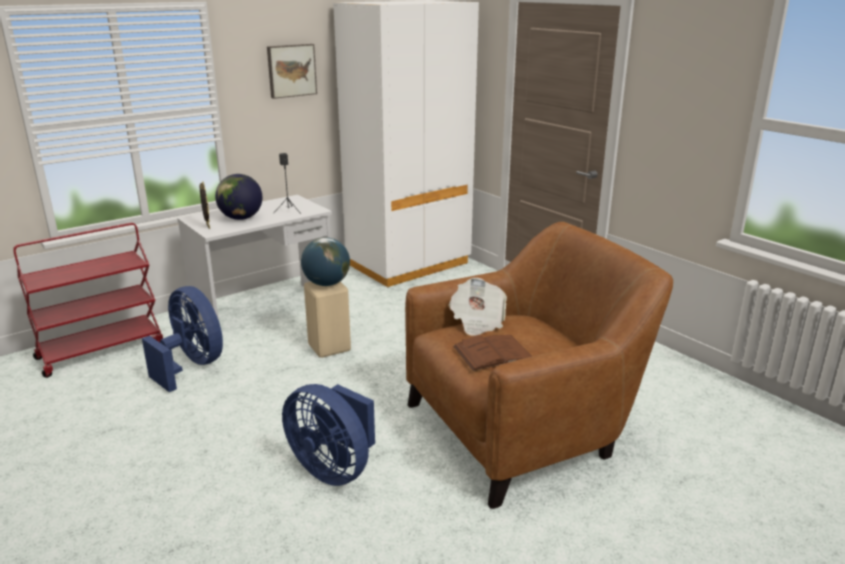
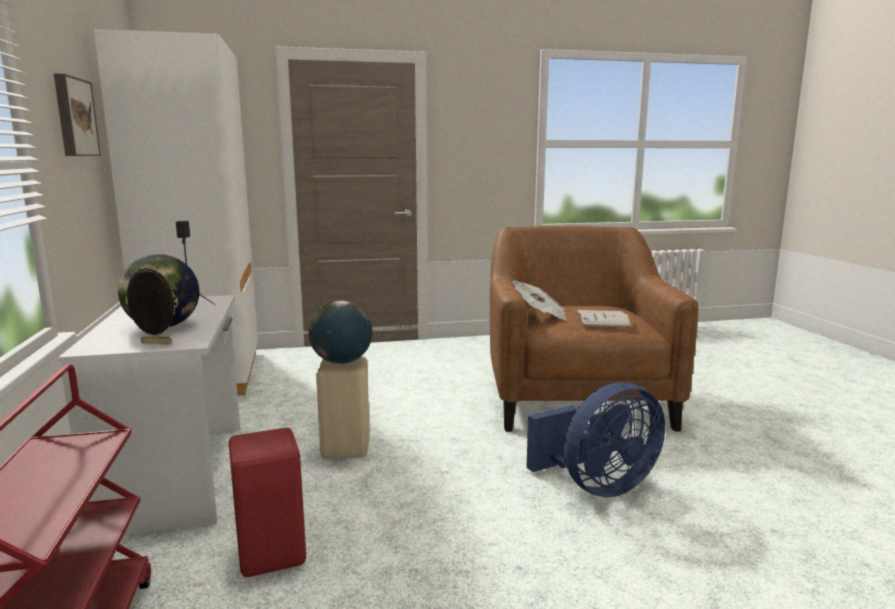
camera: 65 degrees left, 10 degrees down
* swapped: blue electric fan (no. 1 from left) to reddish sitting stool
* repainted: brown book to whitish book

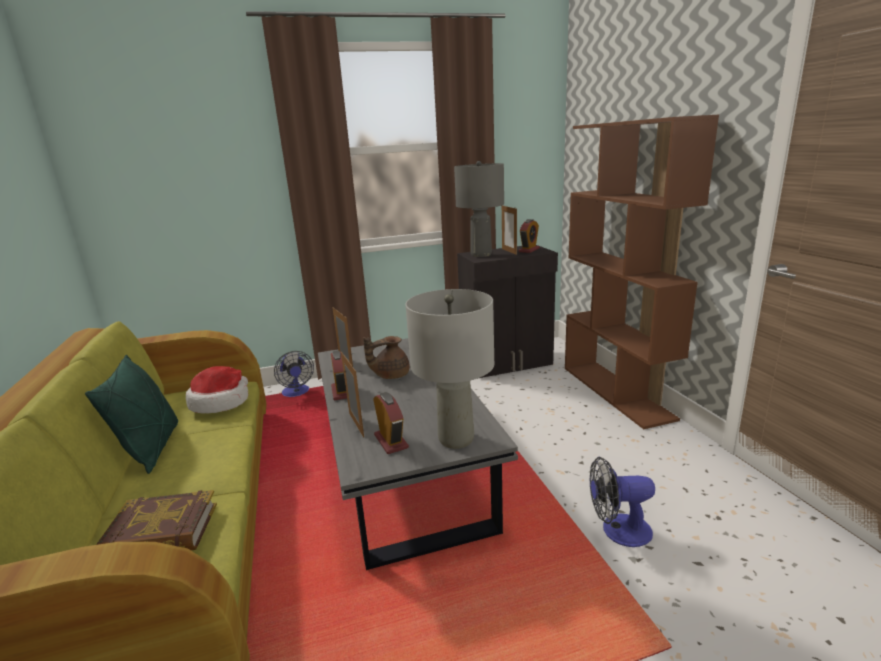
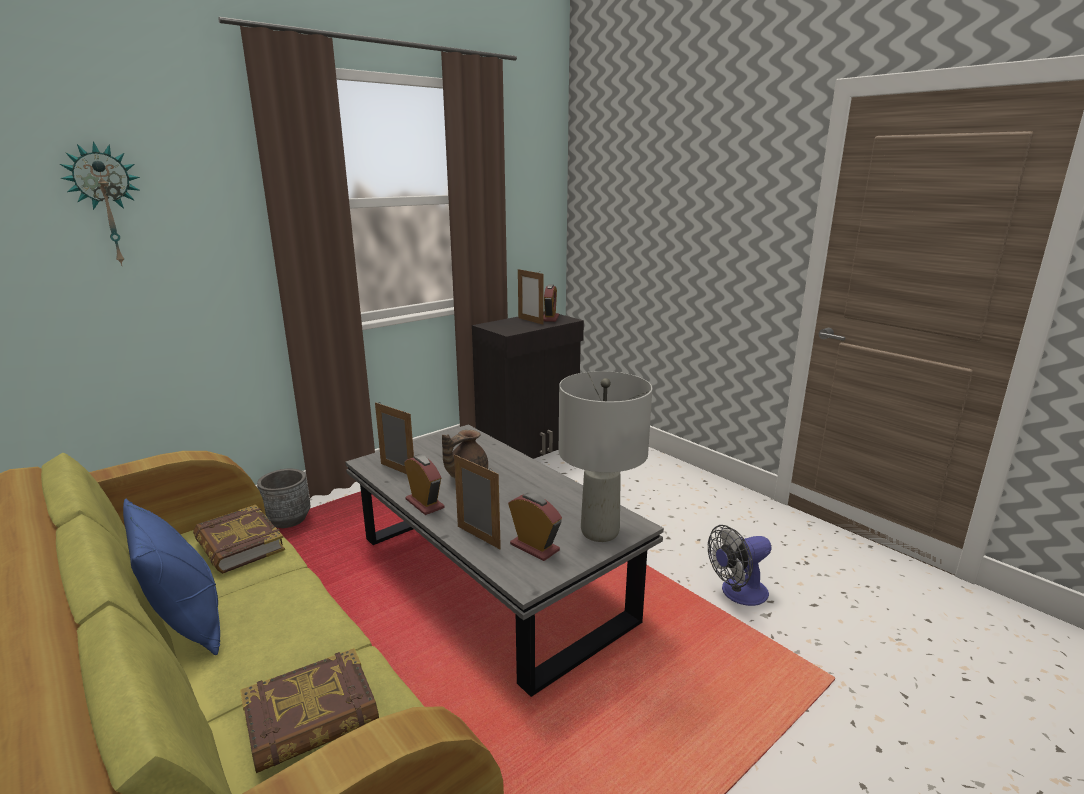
camera: 25 degrees left, 0 degrees up
* repainted: green-coloured throw pillow to blue throw pillow
* swapped: wearable hat to book (no. 1 from left)
* swapped: electric fan (no. 1 from left) to gray flower pot
* gone: gray tabletop lamp (no. 2 from left)
* gone: brown shelving unit
* new: clock on the wall

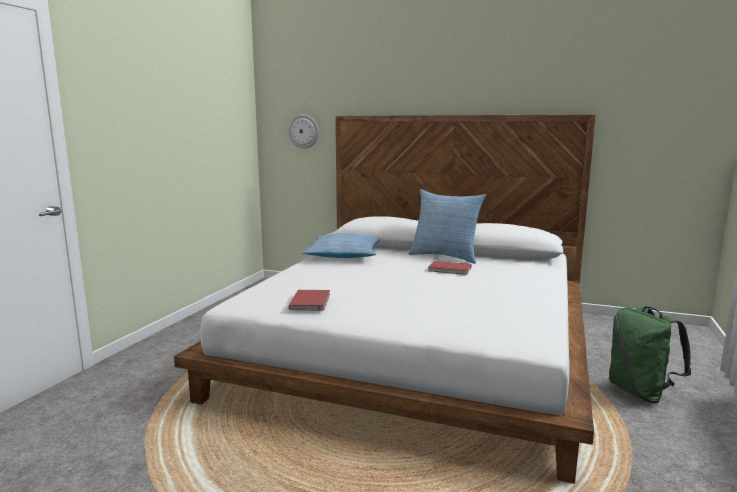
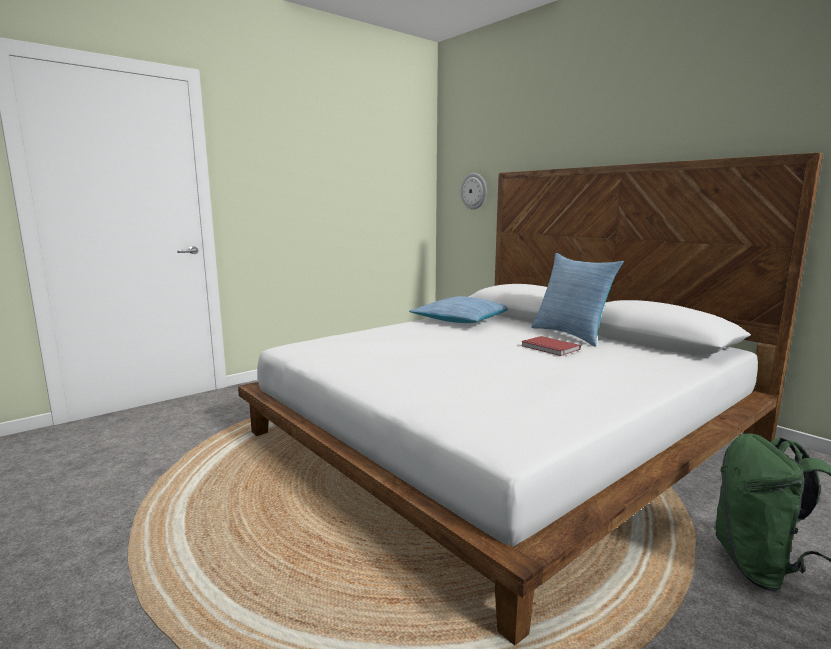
camera: 30 degrees right, 0 degrees up
* gone: reddish book (no. 1 from left)

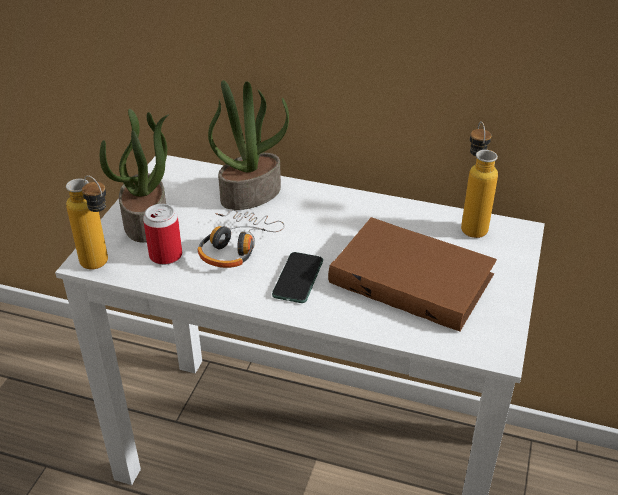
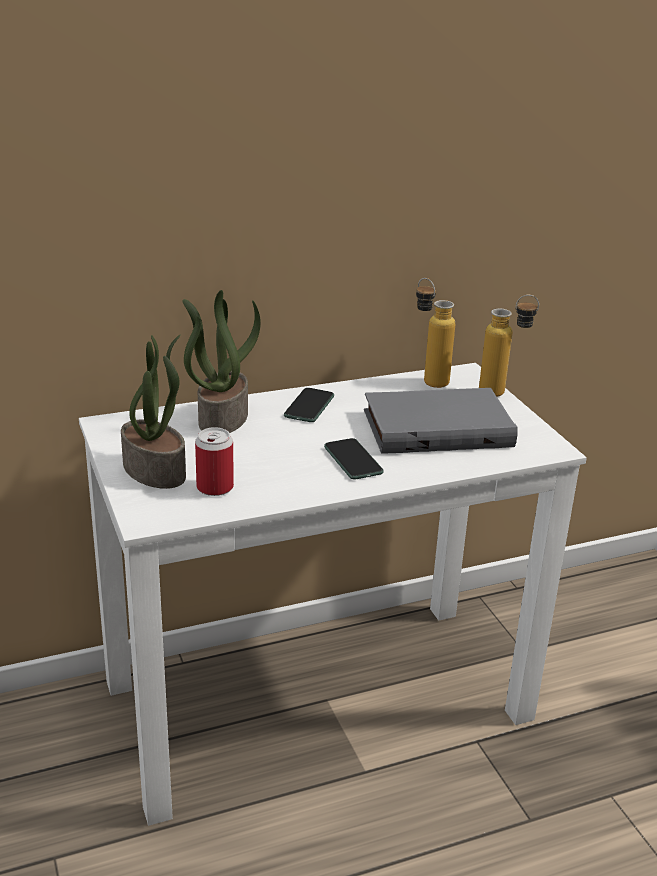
camera: 40 degrees left, 10 degrees down
* shifted: drink bottle (no. 1 from left in the first image) to drink bottle (no. 2 from left)
* gone: pair of headphones
* repainted: brown book to gray book
* new: phone (no. 1 from left)

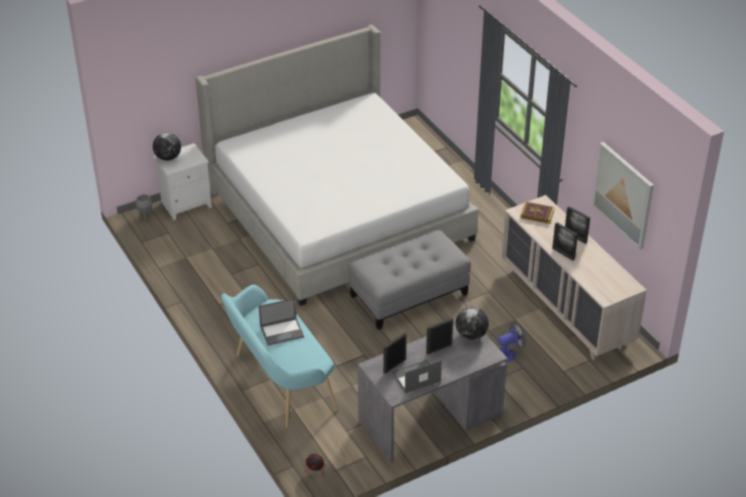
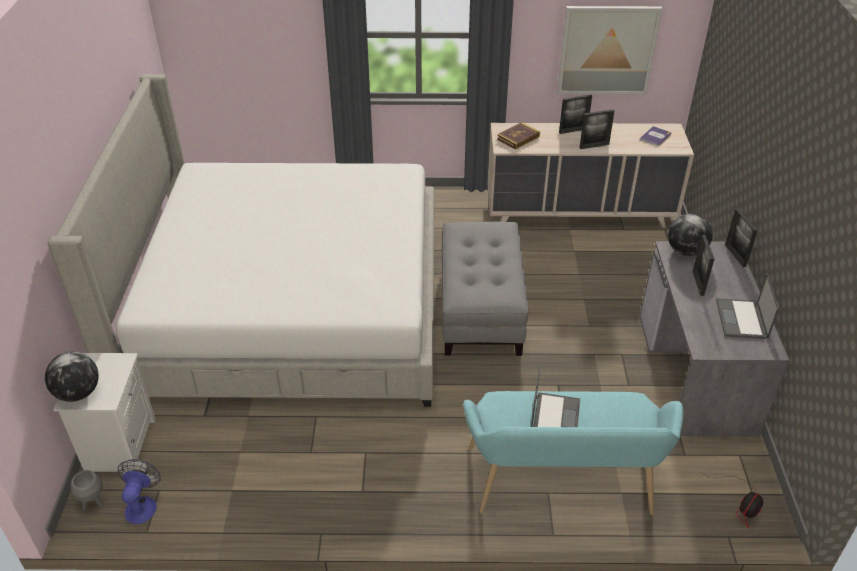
camera: 60 degrees left, 0 degrees up
* shifted: standing frame (no. 1 from left in the first image) to standing frame (no. 4 from left)
* shifted: electric fan (no. 2 from left in the first image) to electric fan (no. 1 from left)
* new: book (no. 2 from left)

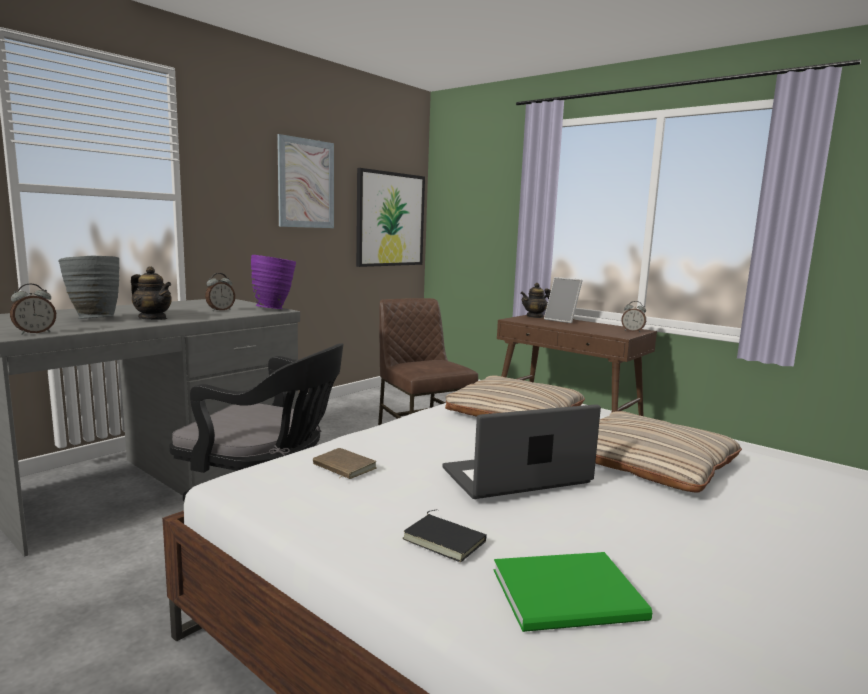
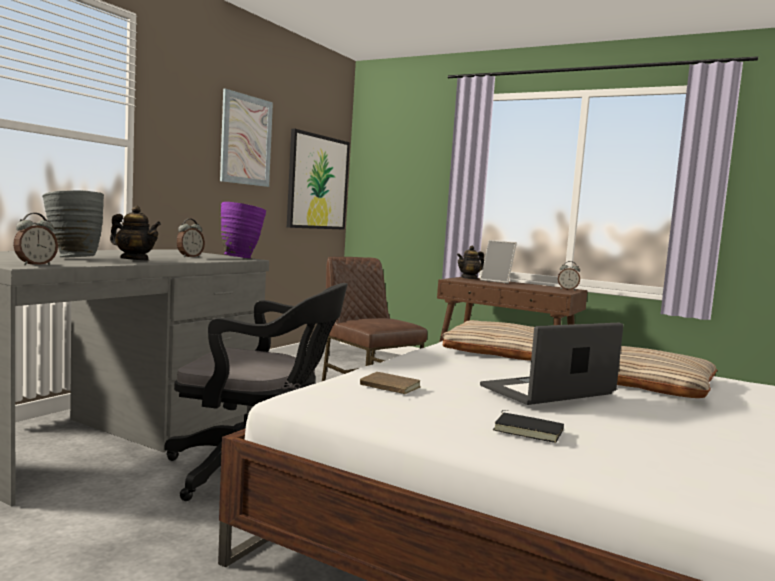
camera: 10 degrees left, 5 degrees down
* gone: green-coloured book

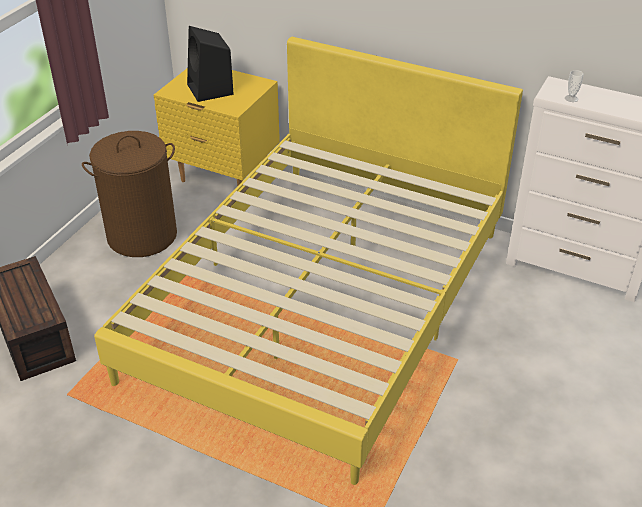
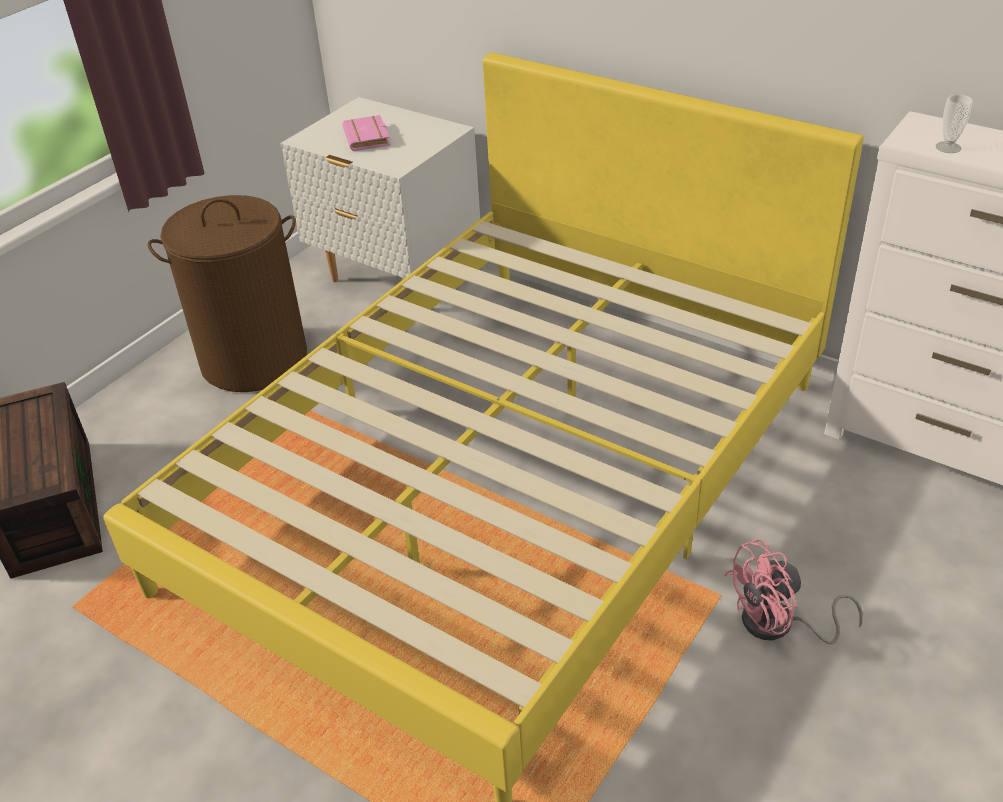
camera: 10 degrees right, 0 degrees up
* repainted: yellowish nightstand to whitish nightstand
* swapped: black-coloured speaker to pinkish book
* new: pinkish electric fan

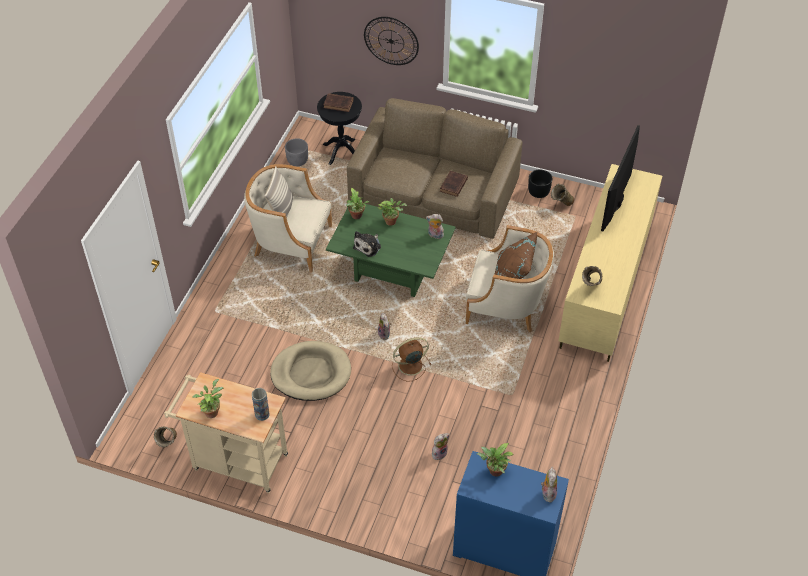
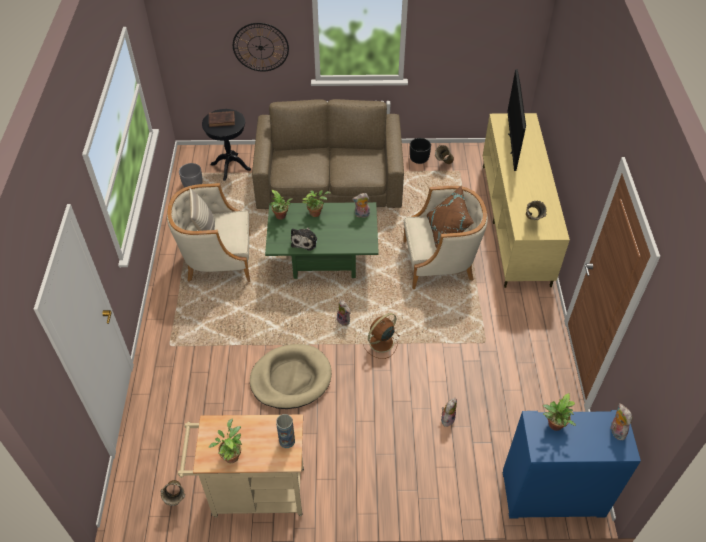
camera: 20 degrees left, 0 degrees up
* gone: brown book (no. 2 from left)

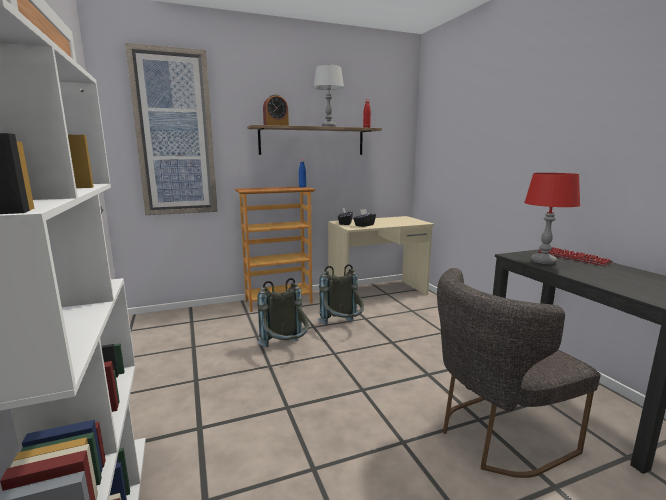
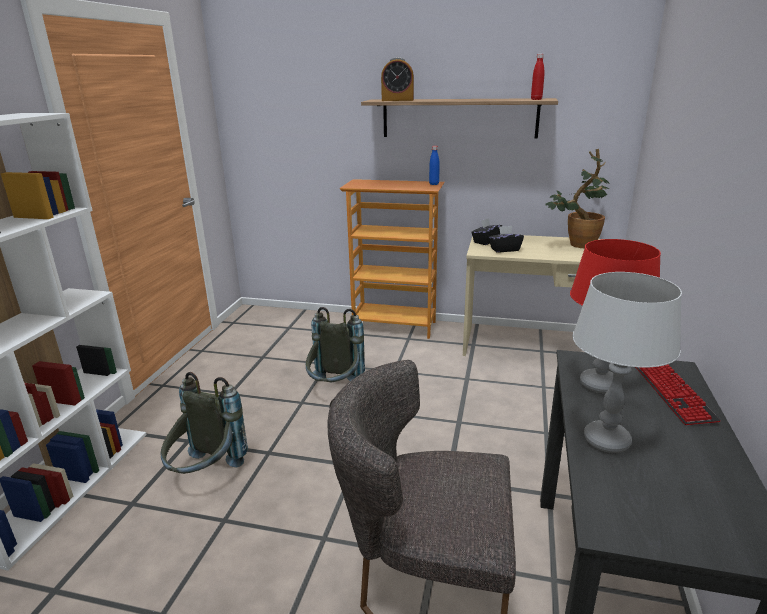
camera: 35 degrees right, 10 degrees up
* gone: wall picture
* shifted: gray tabletop lamp
* shifted: gray rucksack (no. 2 from left in the first image) to gray rucksack (no. 1 from left)
* new: plant in a pot

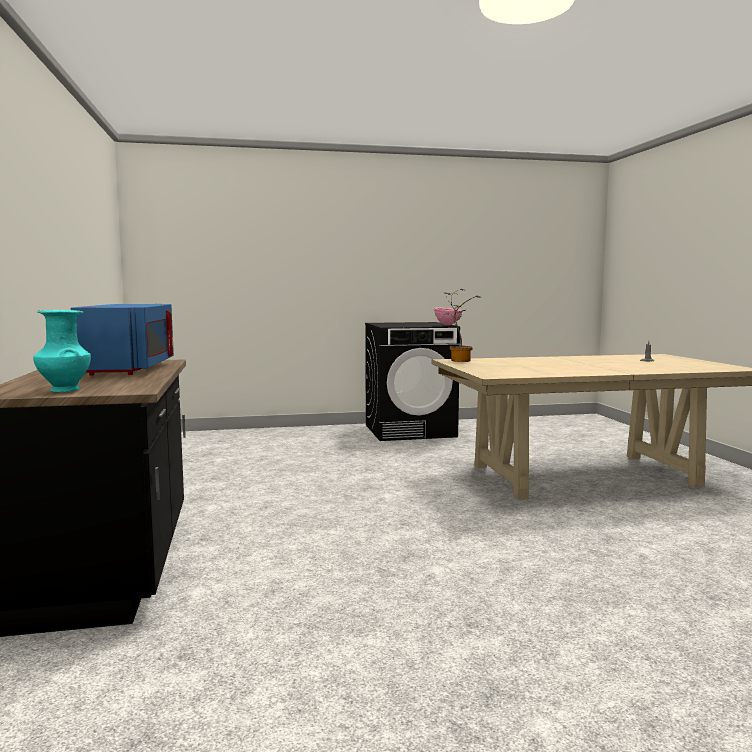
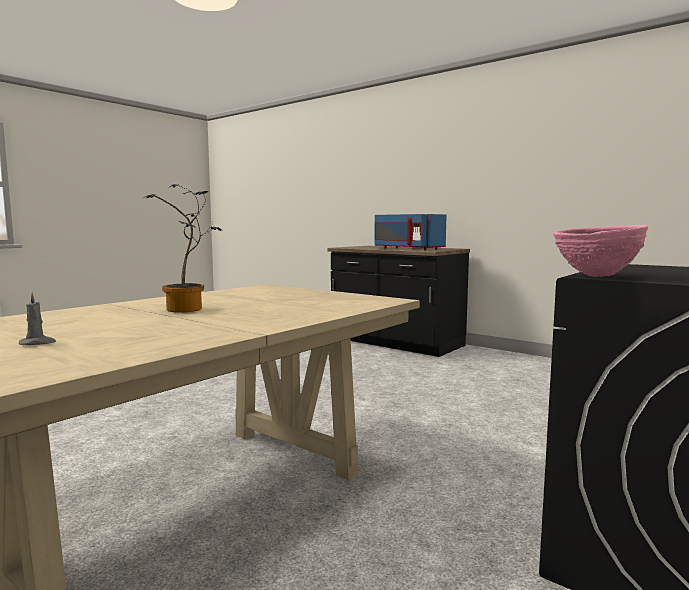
camera: 140 degrees right, 0 degrees up
* gone: blue-green vase
* shifted: plant in a pot

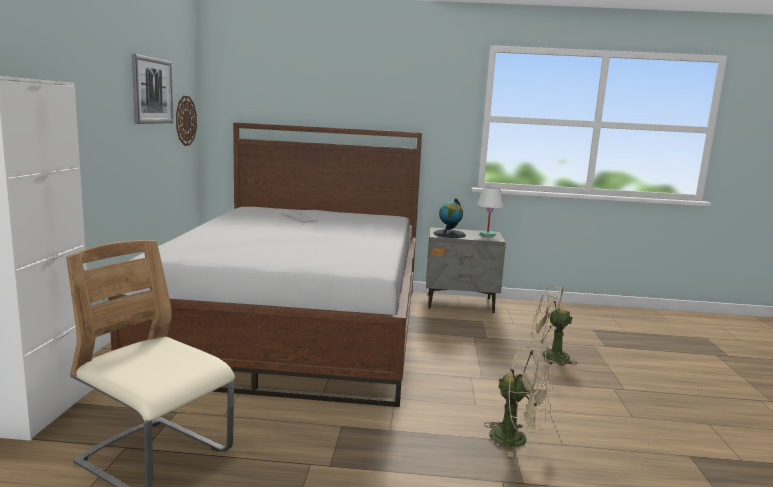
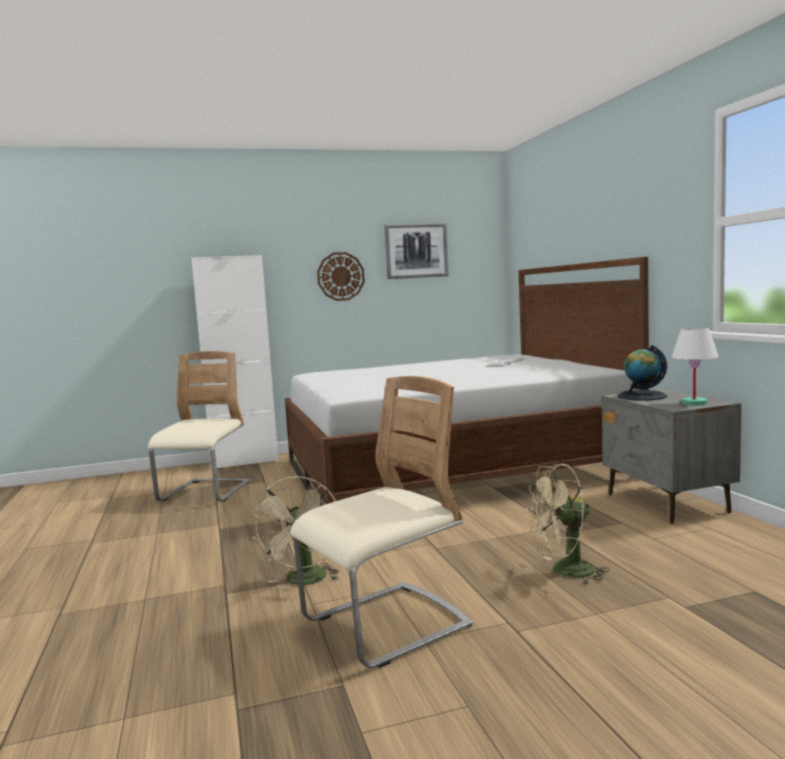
camera: 70 degrees right, 5 degrees down
* shifted: clock on the wall
* rotated: beige electric fan (no. 2 from left) 105 degrees counterclockwise
* new: beige upright chair (no. 2 from left)

